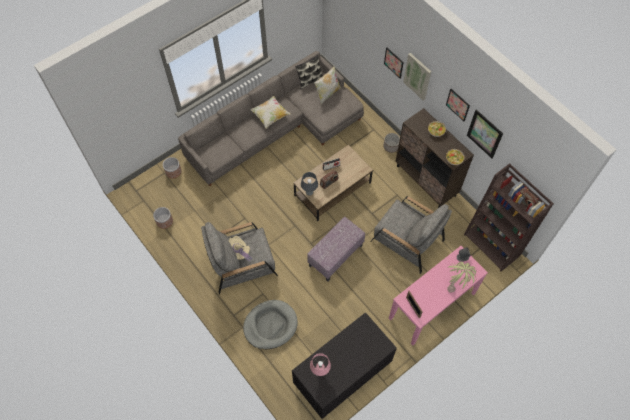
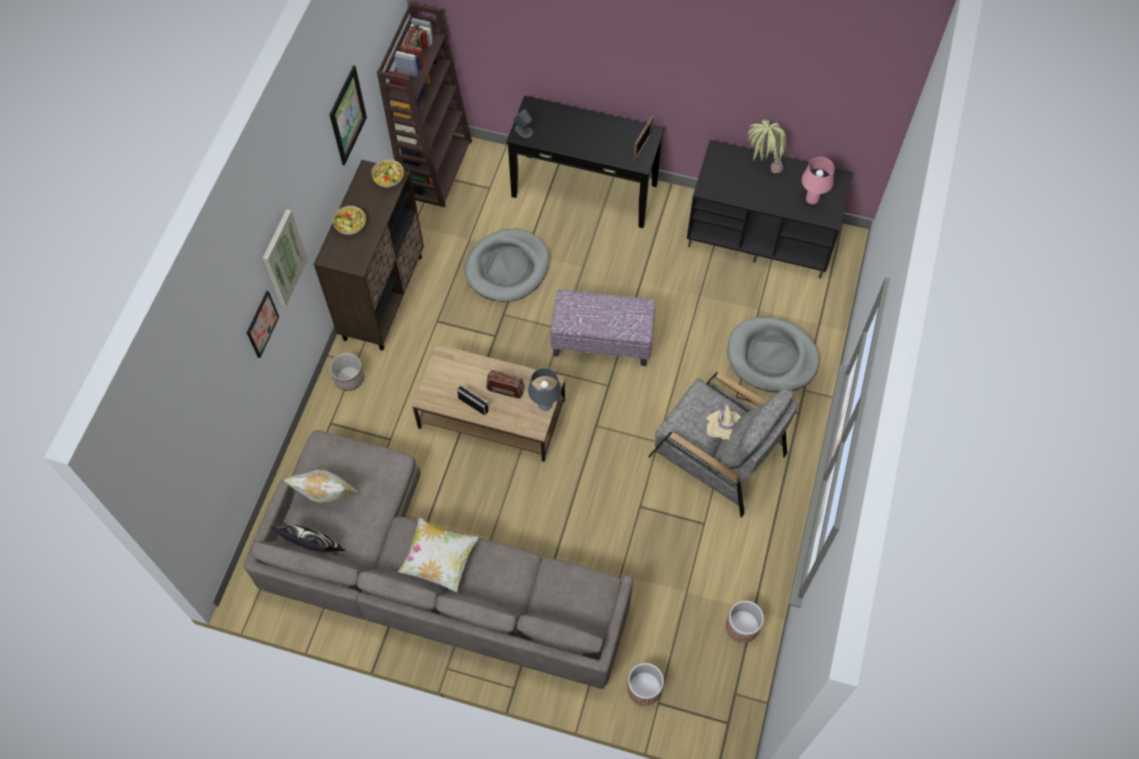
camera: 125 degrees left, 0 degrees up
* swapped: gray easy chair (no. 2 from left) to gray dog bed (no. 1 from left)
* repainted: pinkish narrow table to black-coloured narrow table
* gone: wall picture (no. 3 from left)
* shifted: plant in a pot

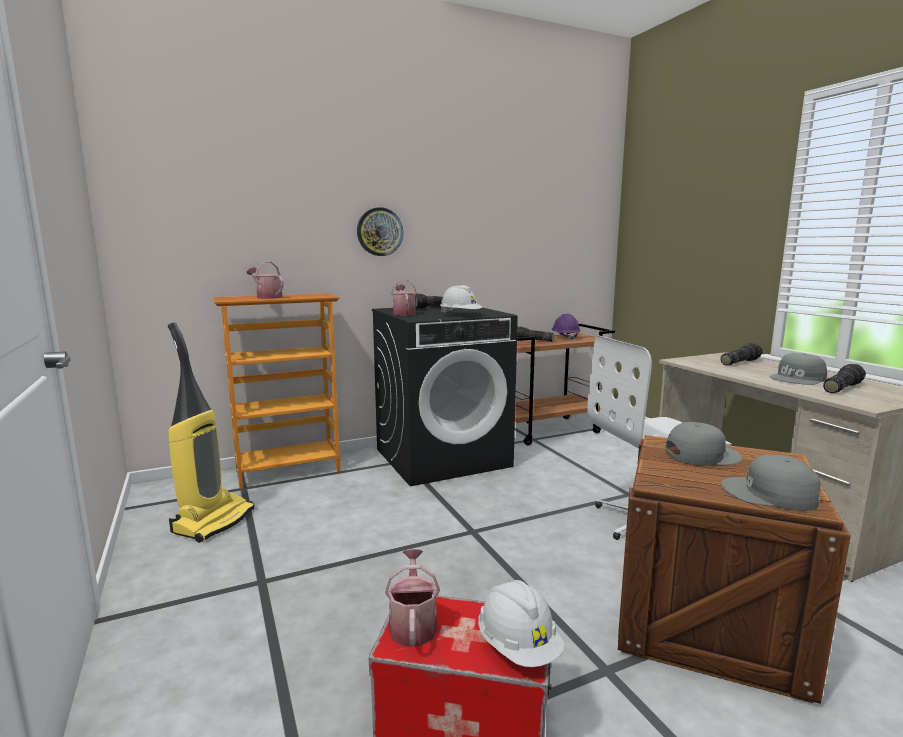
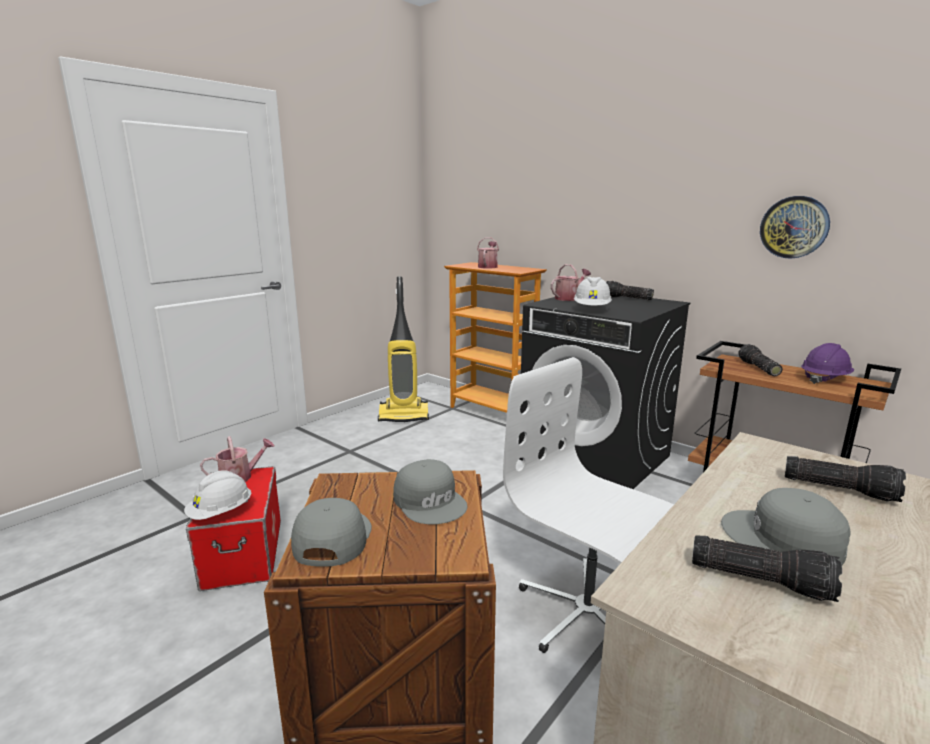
camera: 65 degrees right, 5 degrees up
* shifted: clock on the wall

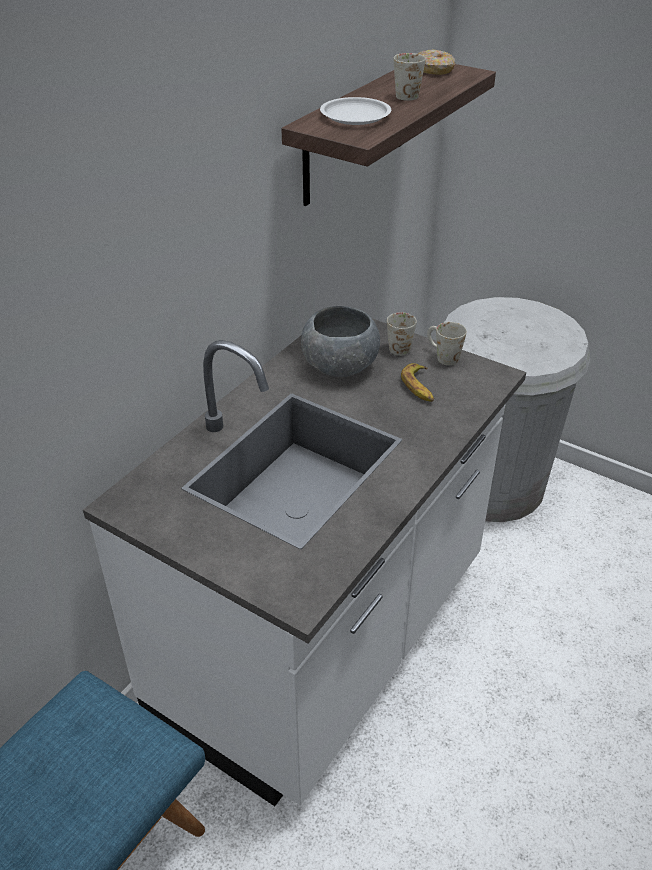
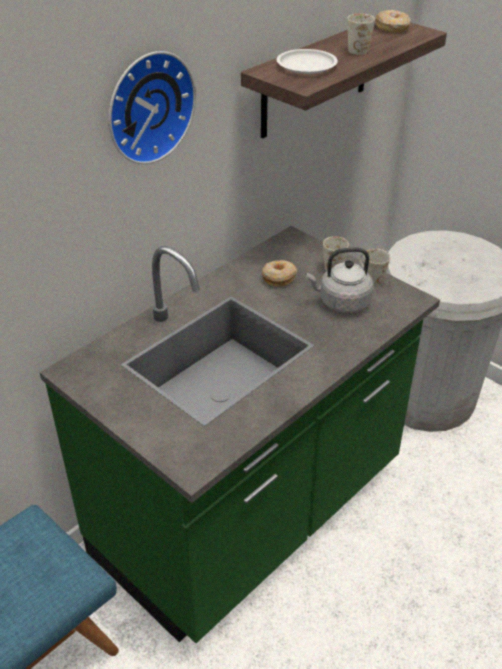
camera: 10 degrees right, 0 degrees up
* repainted: whitish kitchen base unit to green-coloured kitchen base unit
* swapped: gray bowl to ring doughnut (no. 1 from left)
* swapped: whole banana to gray kettle
* new: clock on the wall

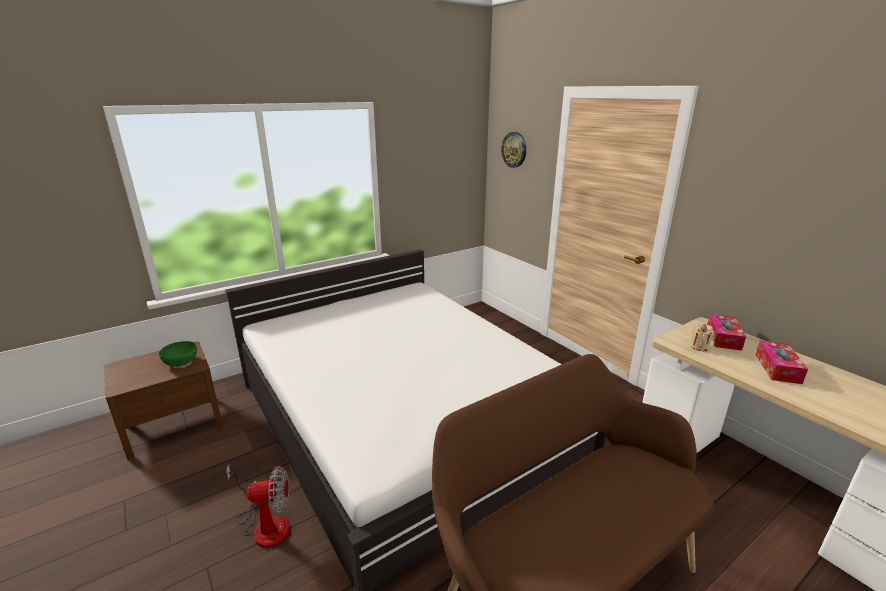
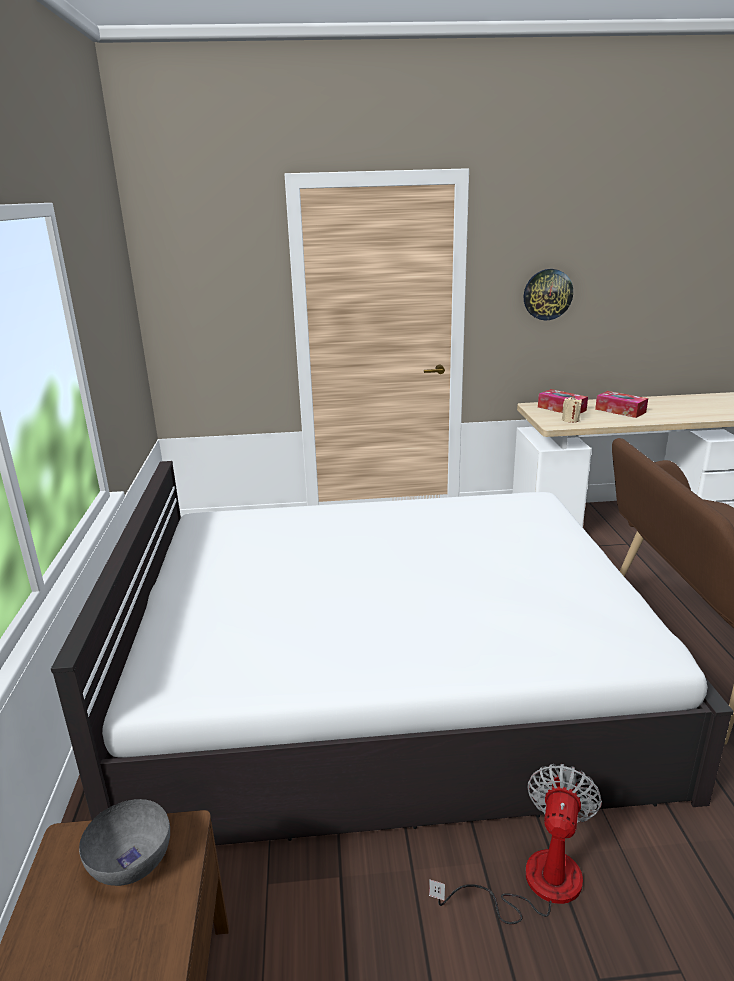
camera: 60 degrees left, 0 degrees up
* repainted: green-coloured bowl to gray bowl
* shifted: clock on the wall

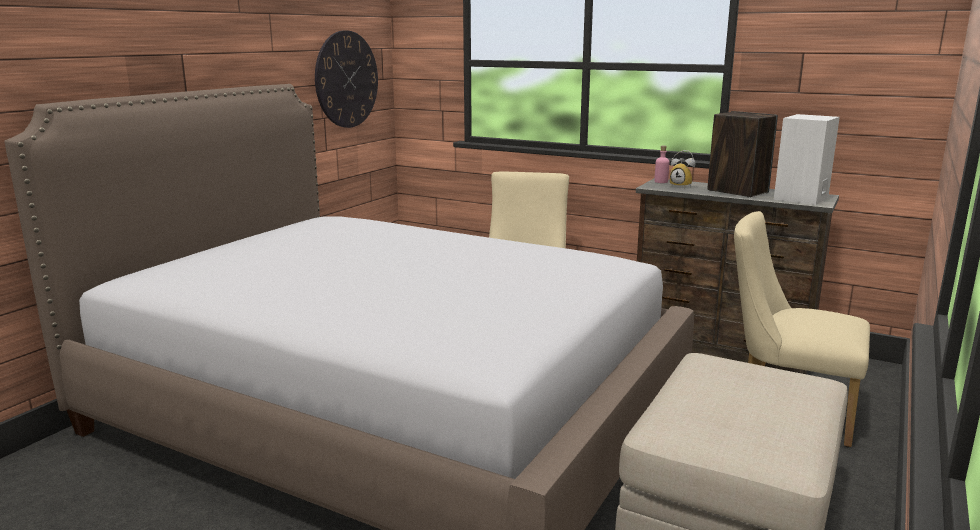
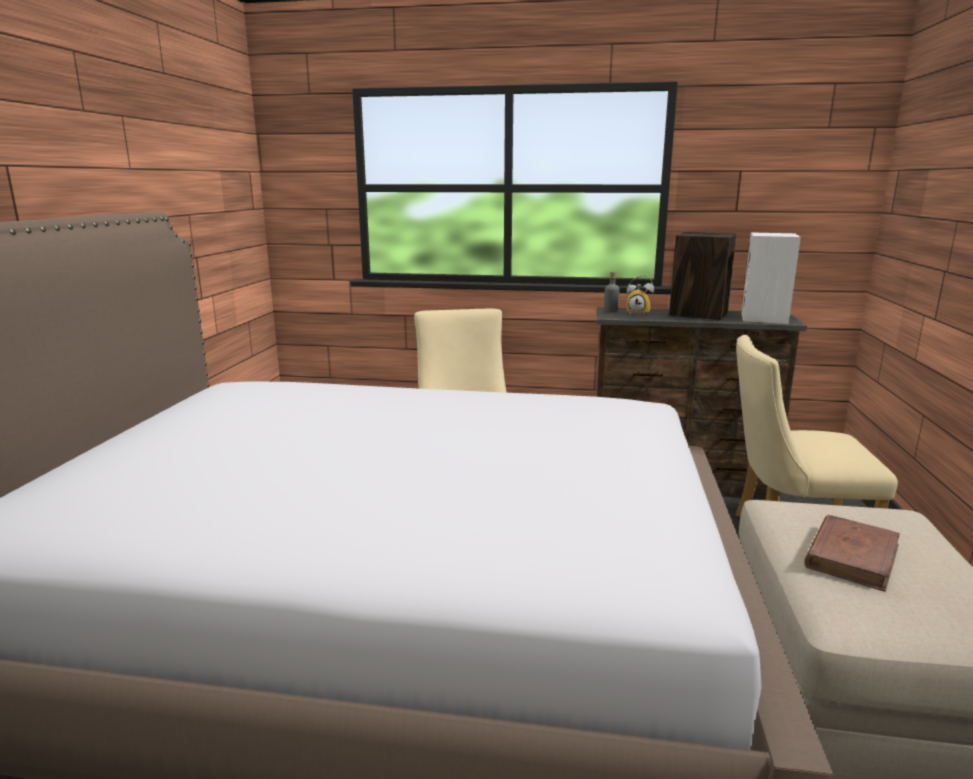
camera: 20 degrees left, 0 degrees up
* gone: clock on the wall
* repainted: pinkish drink bottle to gray drink bottle
* new: brown book

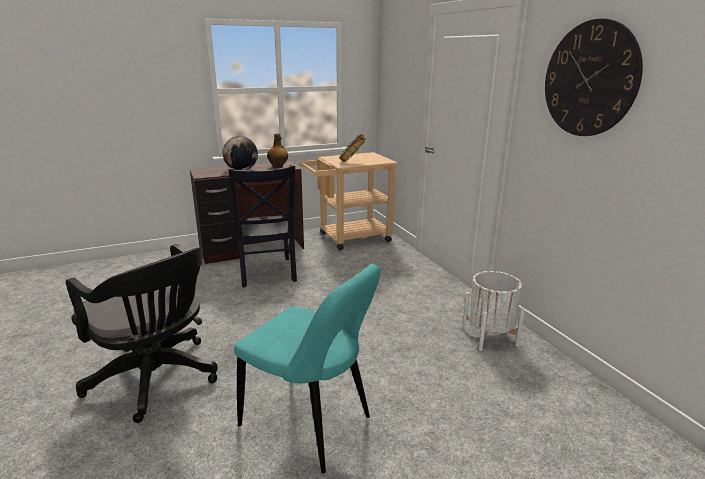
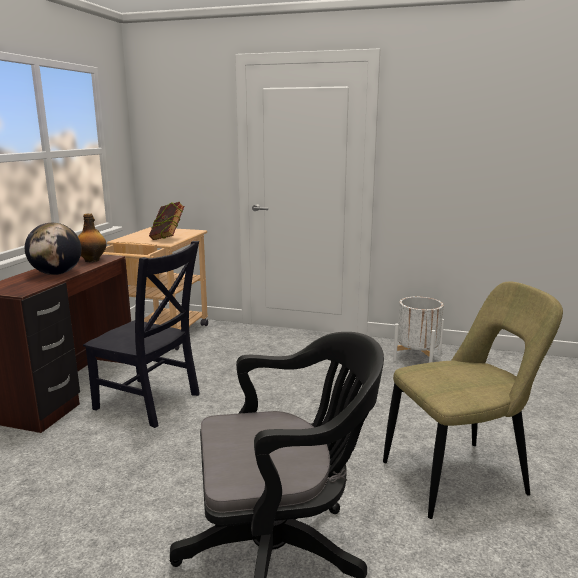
camera: 50 degrees left, 5 degrees down
* repainted: blue-green upright chair to beige upright chair
* gone: clock on the wall

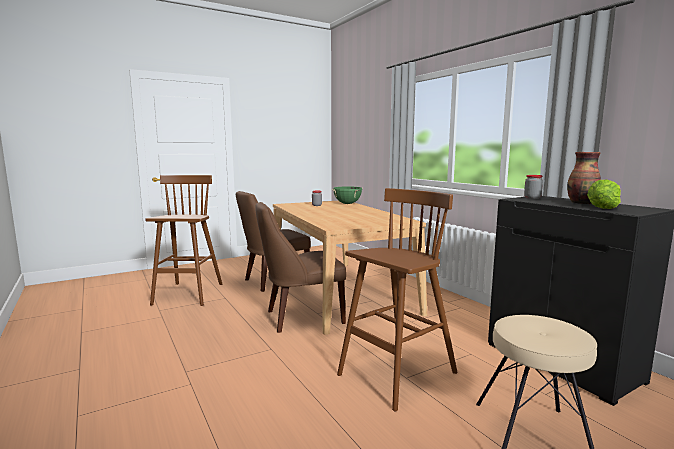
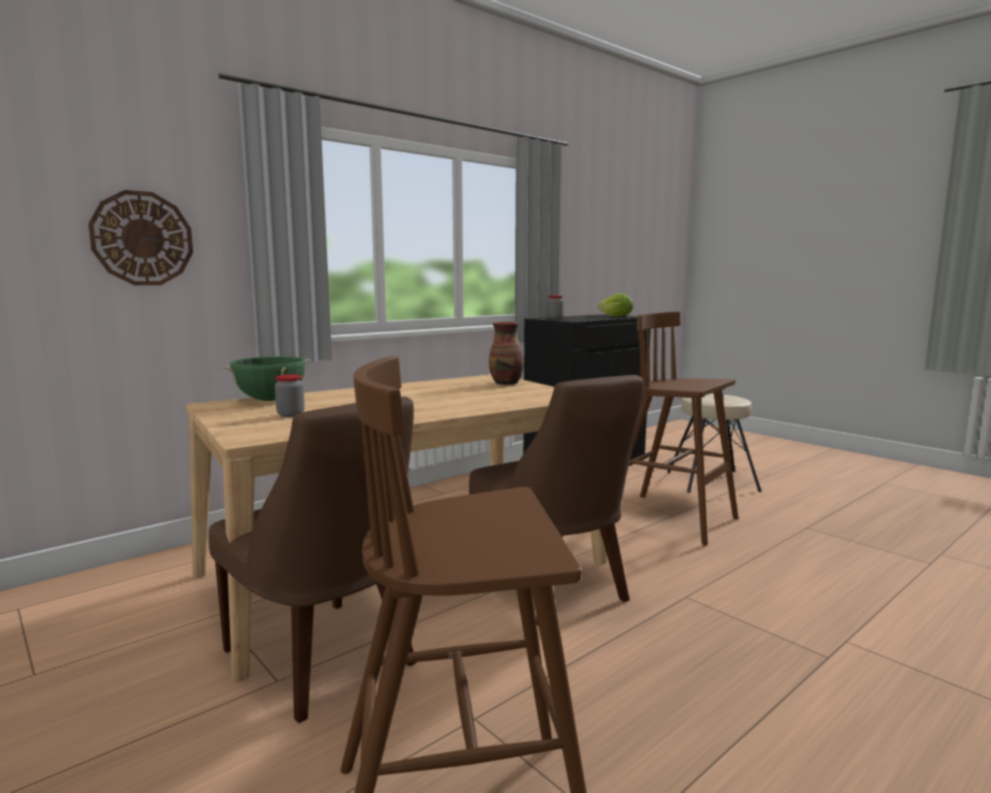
camera: 100 degrees left, 0 degrees up
* shifted: vase
* new: clock on the wall

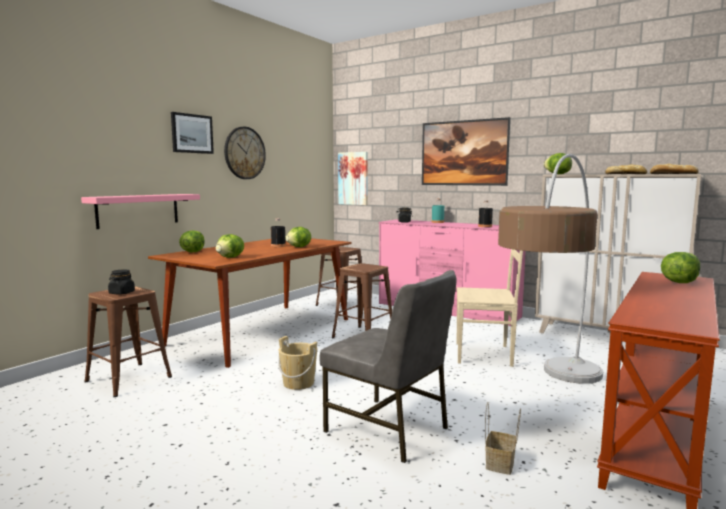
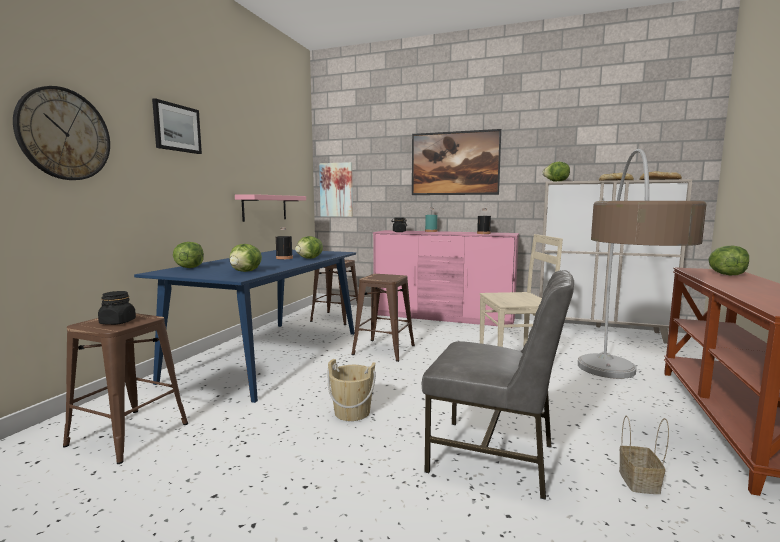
camera: 15 degrees left, 0 degrees up
* shifted: pinkish wall shelf
* repainted: brown dinner table to blue dinner table
* shifted: clock on the wall

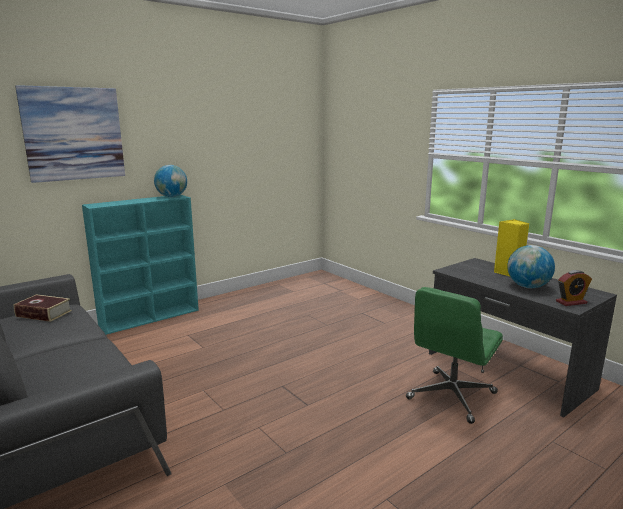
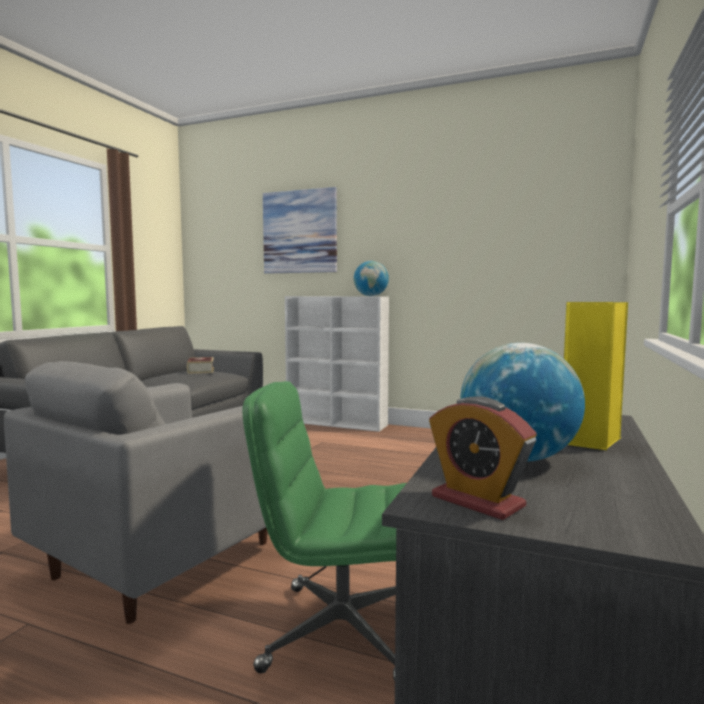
camera: 60 degrees right, 10 degrees down
* repainted: blue-green shelving unit to whitish shelving unit
* new: gray easy chair

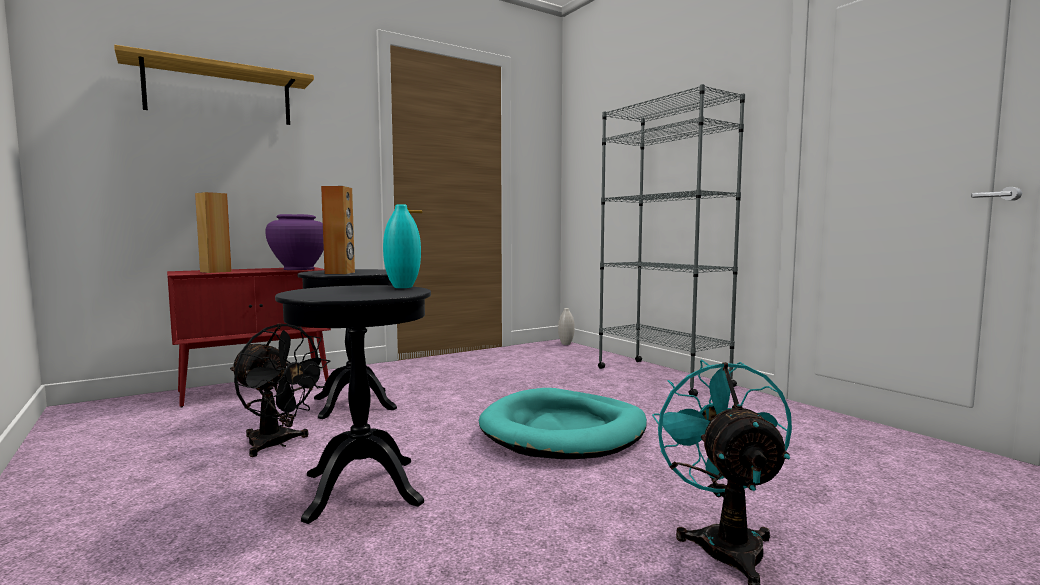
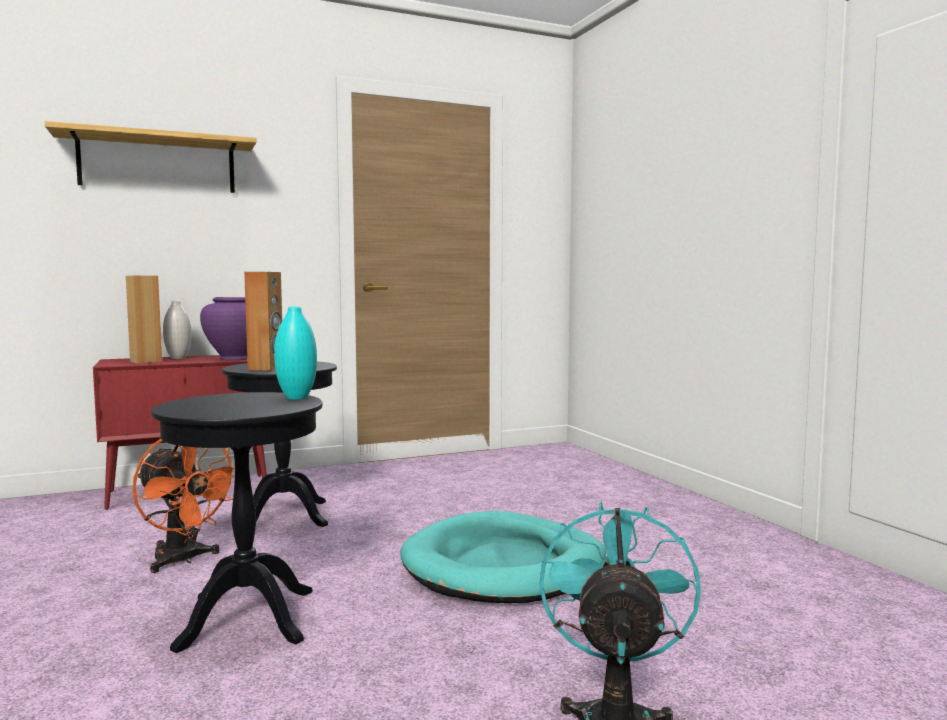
camera: 10 degrees right, 0 degrees up
* repainted: black-coloured electric fan to orange electric fan
* shifted: whitish vase
* gone: gray shelving unit

